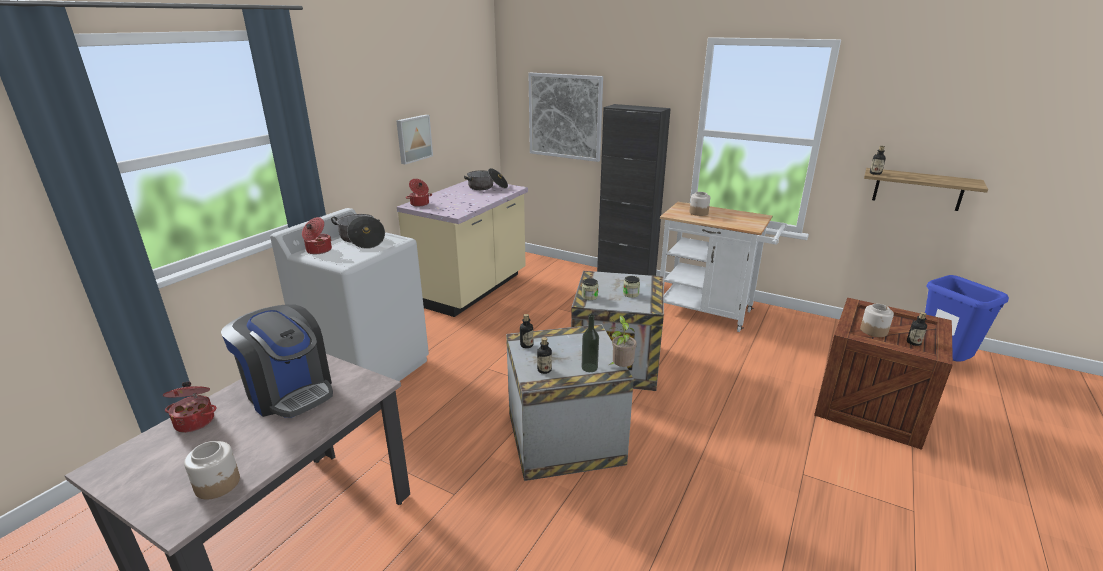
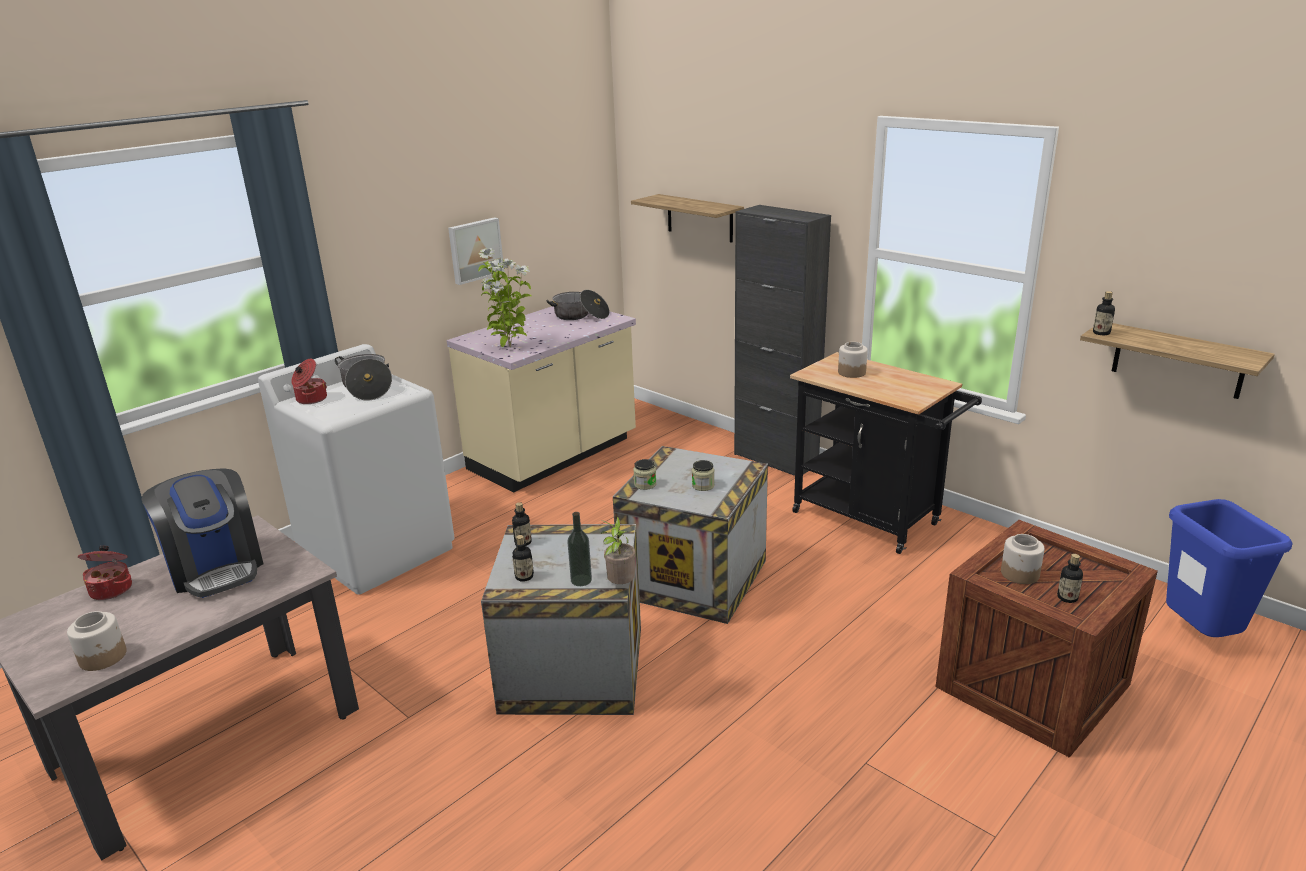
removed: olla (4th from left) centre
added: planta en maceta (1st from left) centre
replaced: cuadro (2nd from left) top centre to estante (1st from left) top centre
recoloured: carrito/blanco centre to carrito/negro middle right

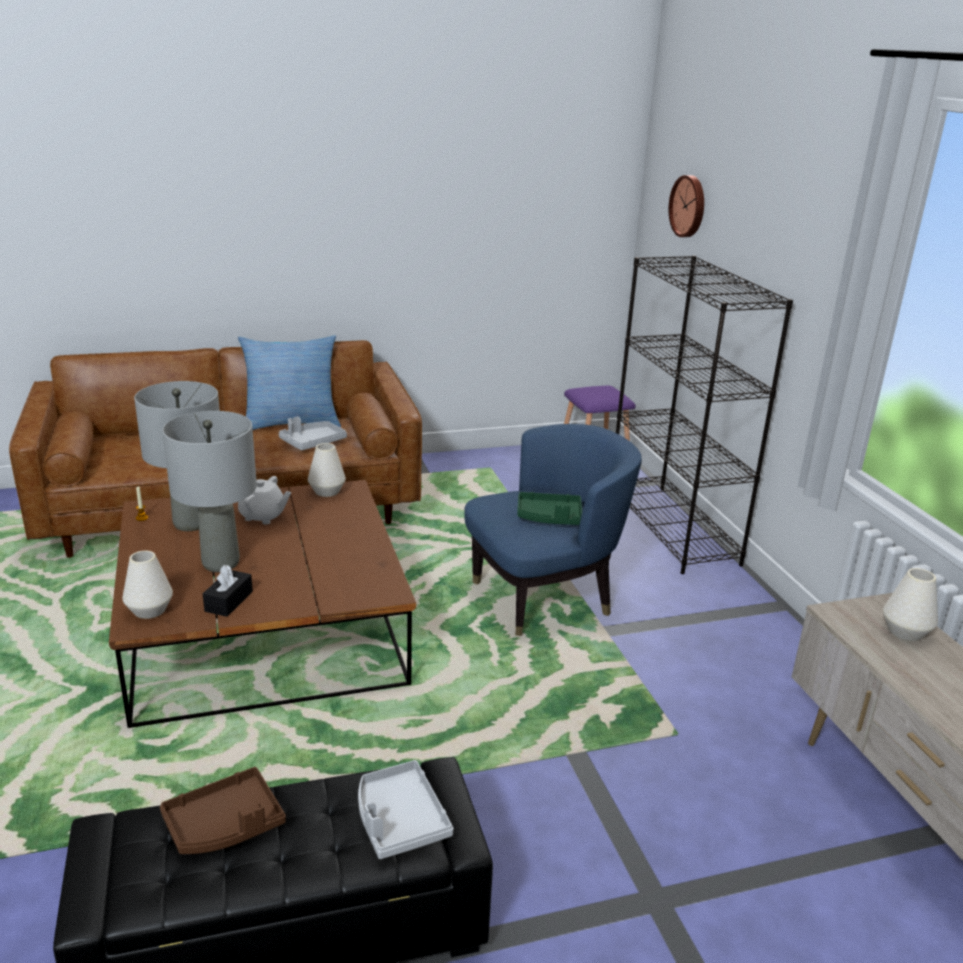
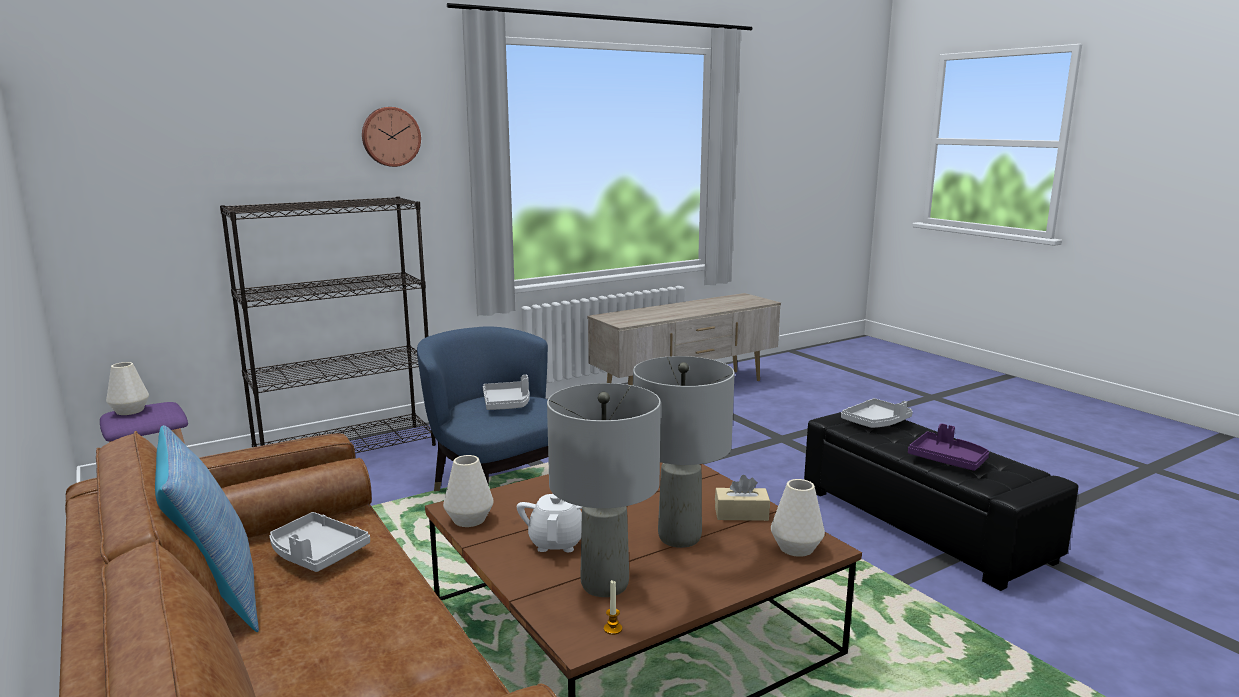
moved: reloj de pared top right to top left; florero/blanco (3rd from left in the first image) middle right to florero/blanco (1st from left) middle left
recoloured: bandeja/marrón bottom left to bandeja/morado middle right; caja de pañuelos/negro middle left to caja de pañuelos/beis bottom centre; bandeja/verde centre to bandeja/gris (2nd from left) centre

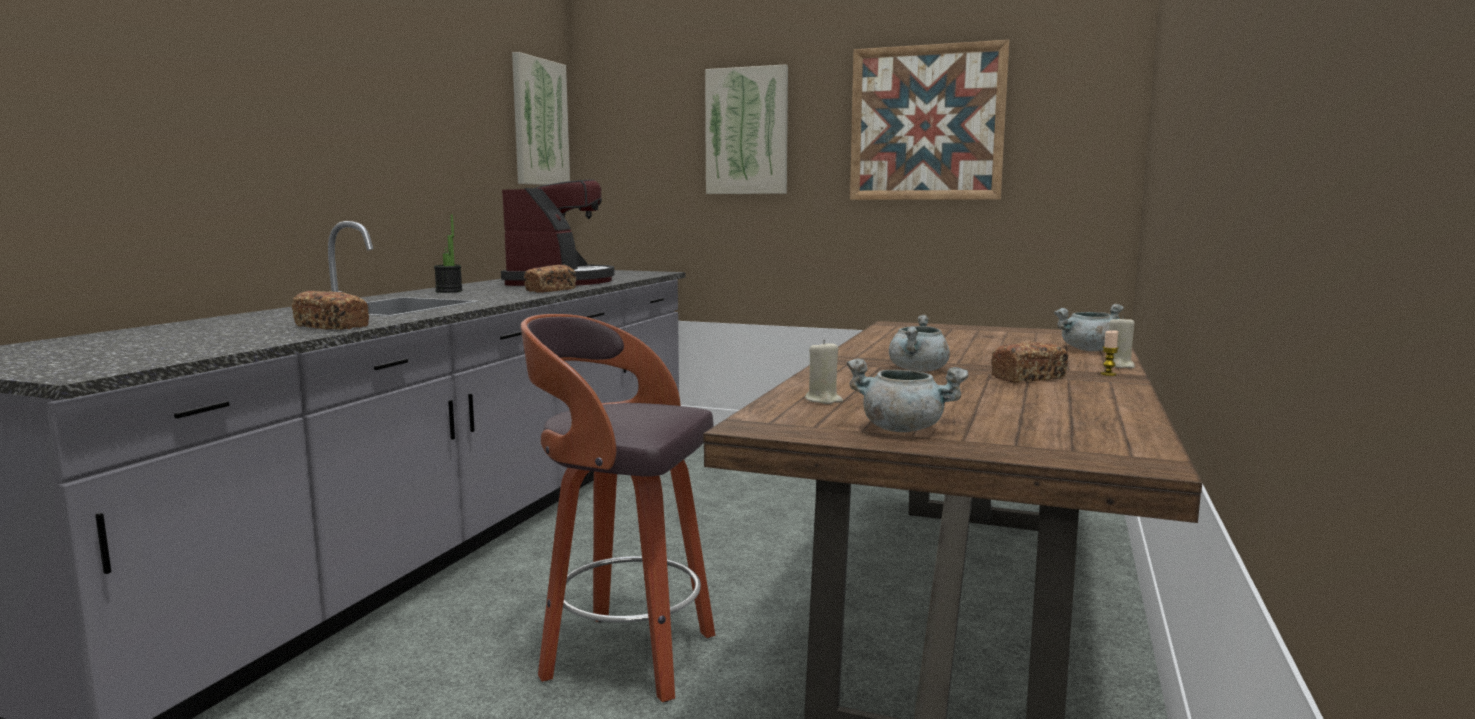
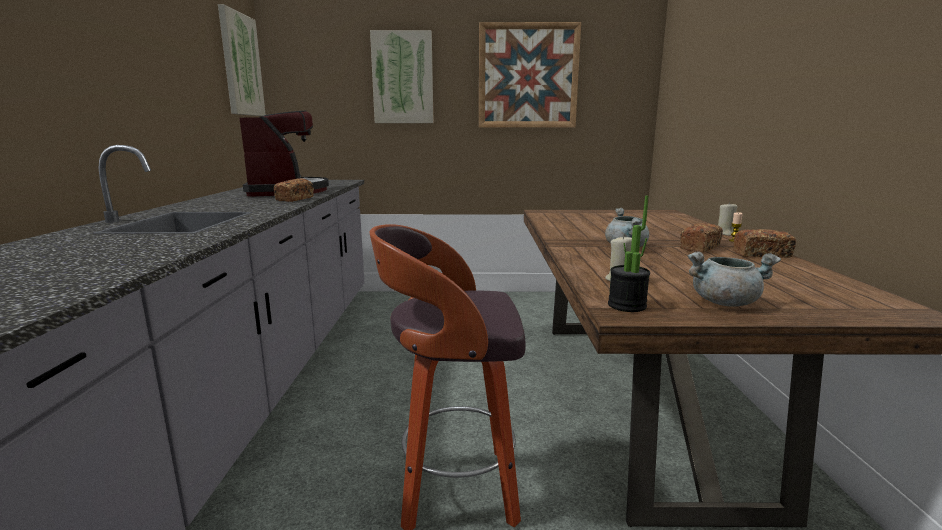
removed: olla/gris (3rd from left) middle right
moved: pan (1st from left in the first image) middle left to pan (3rd from left) middle right; planta en maceta middle left to middle right

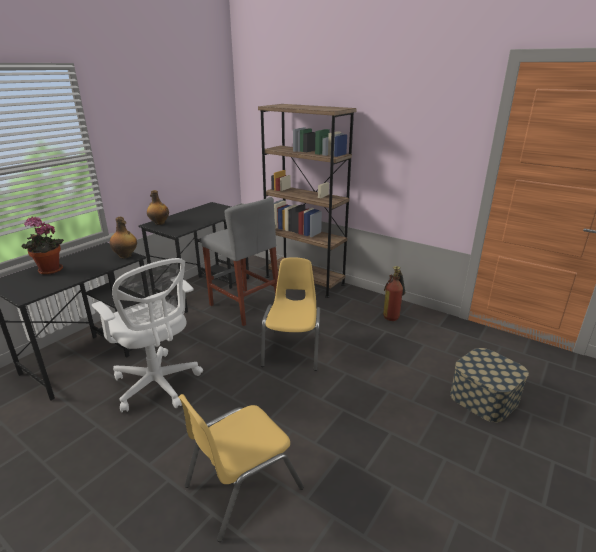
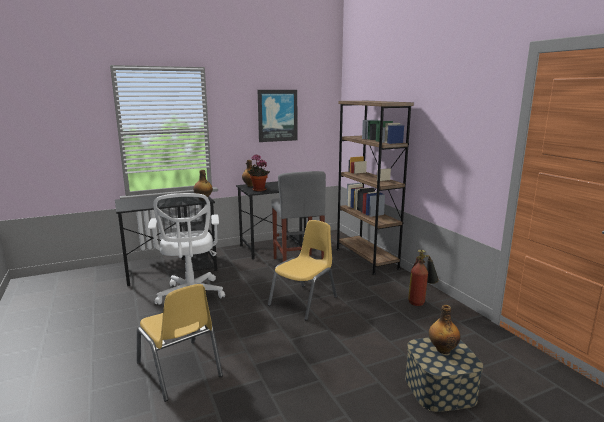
added: cuadro top centre; botella (3rd from left) bottom right
moved: planta en maceta middle left to centre
turned: silla/amarillo (1st from left) bottom centre = bottom left 120 degrees counterclockwise

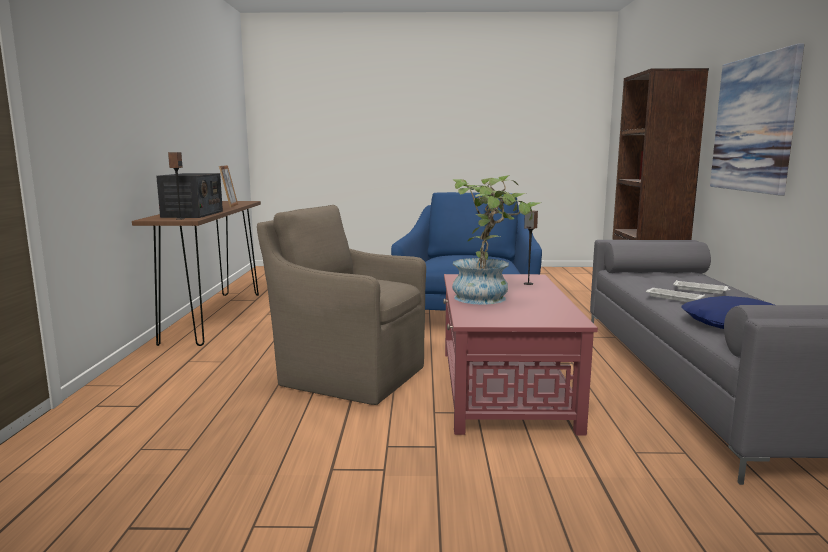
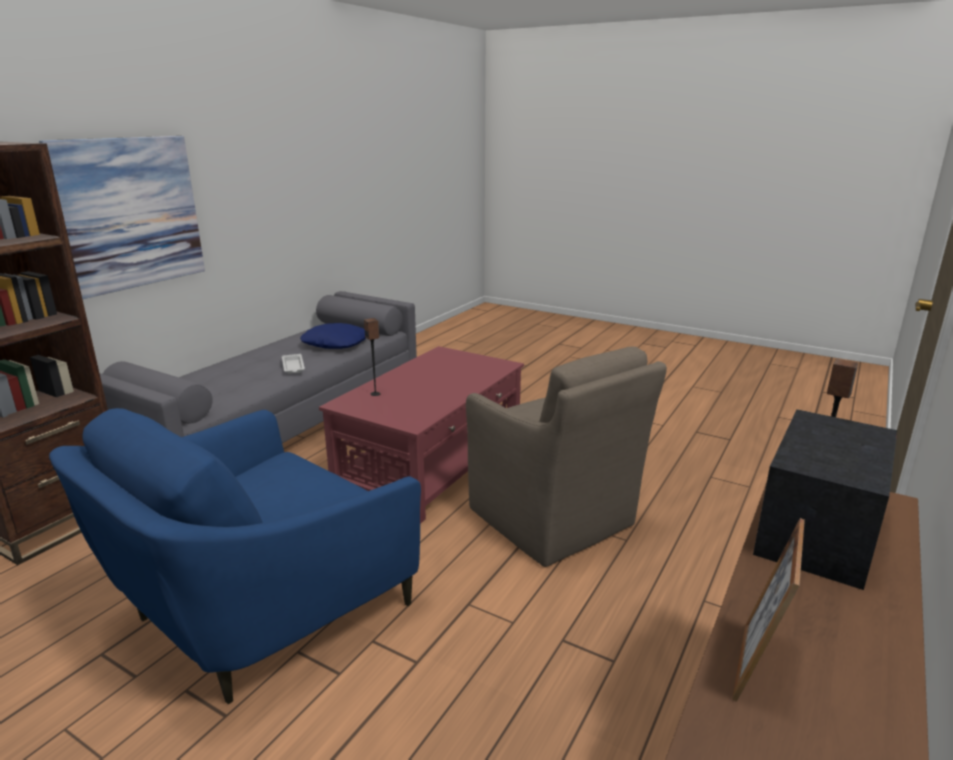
removed: planta en maceta centre; bandeja/blanco (2nd from left) middle right

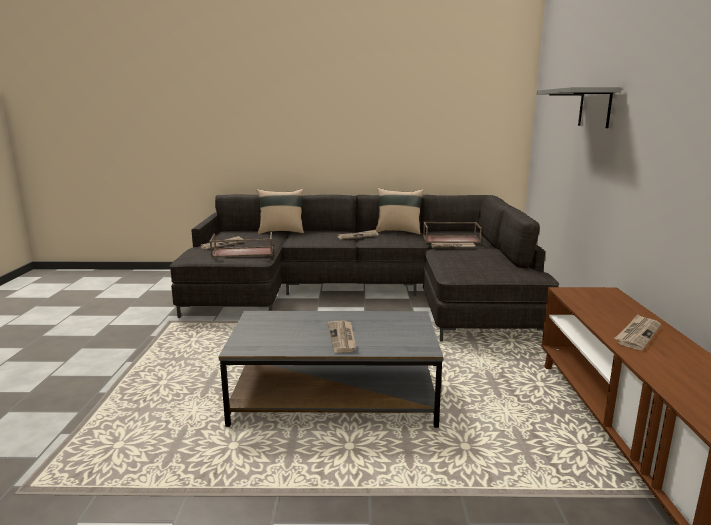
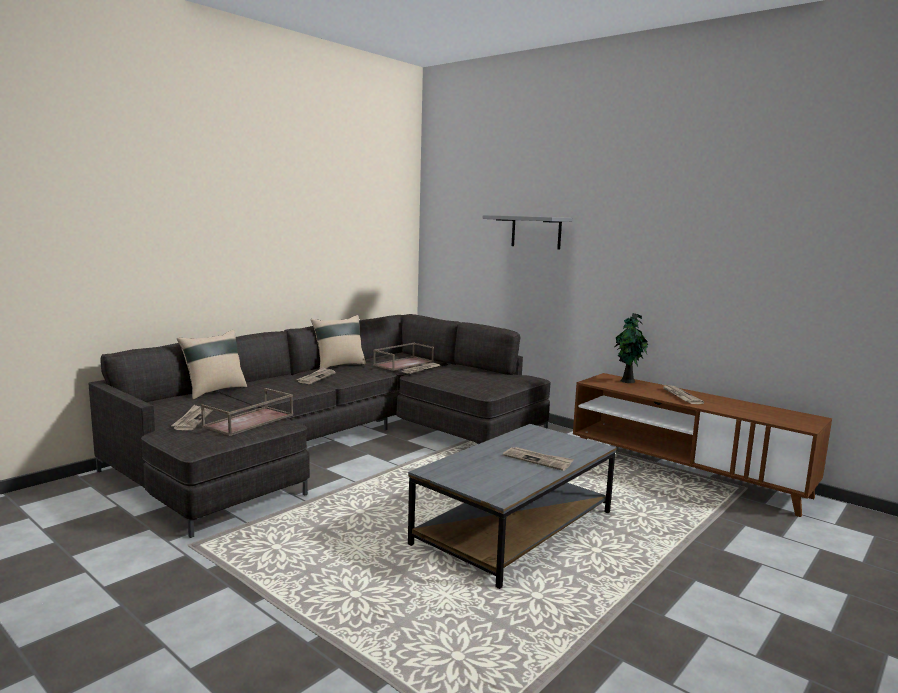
added: planta en maceta middle right

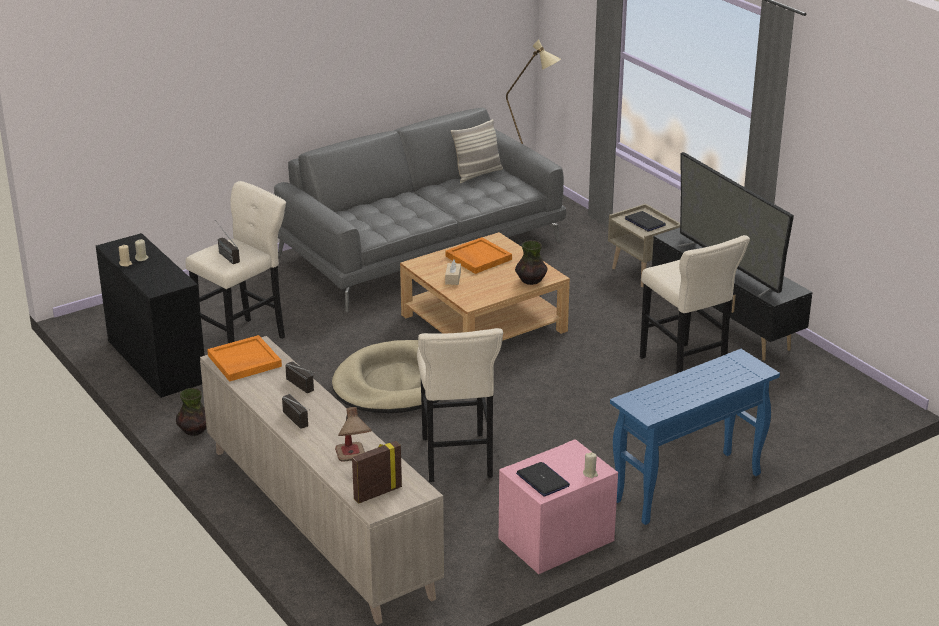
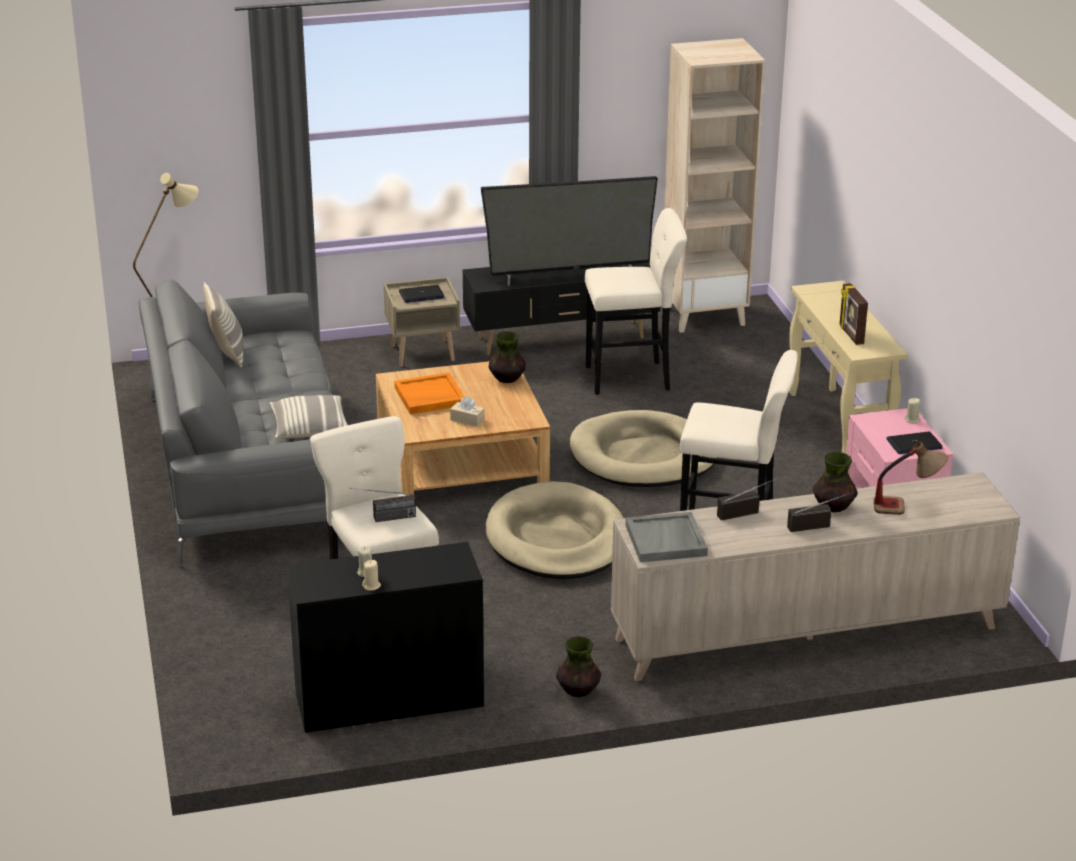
added: cojín (2nd from left) middle left; cama para perro/beis (2nd from left) centre; estantería/beis top centre; florero (3rd from left) middle right
moved: portarretratos bottom centre to middle right
recoloured: bandeja/naranja (1st from left) middle left to bandeja/gris centre; mesa consola/azul bottom right to mesa consola/beis middle right

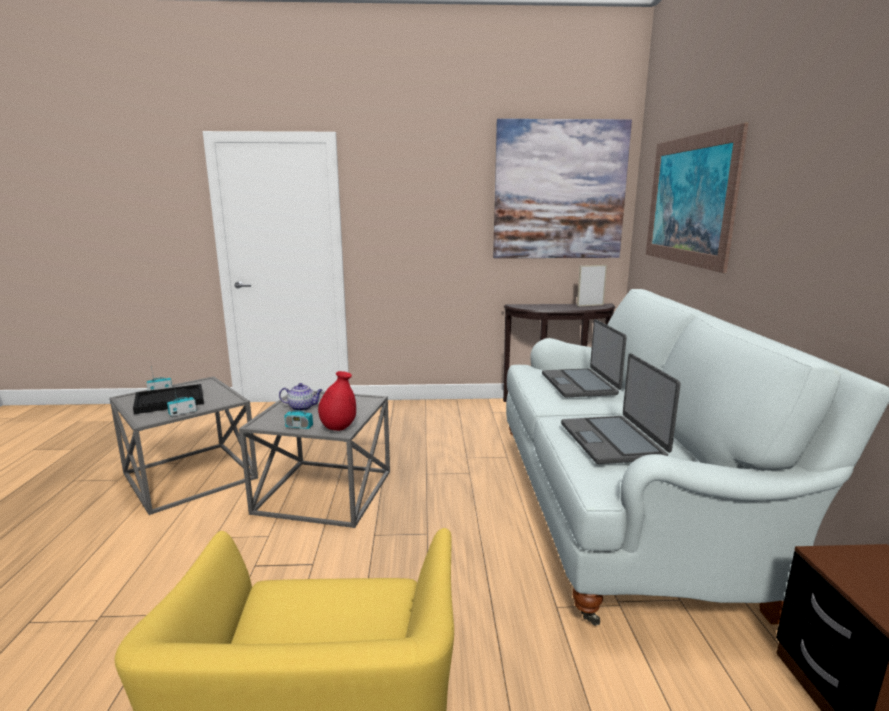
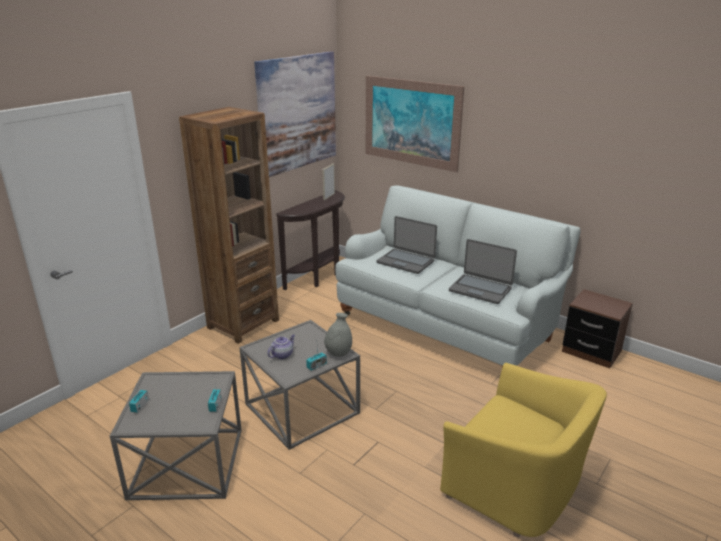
removed: bandeja/negro middle left
added: estantería/marrón middle left
recoloured: florero/rojo centre to florero/gris centre

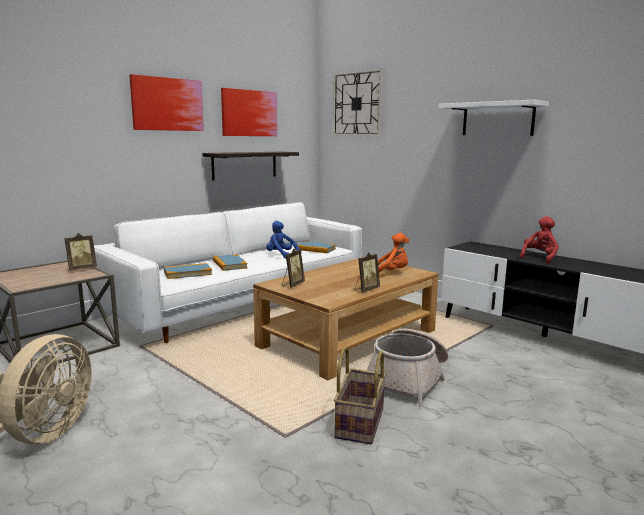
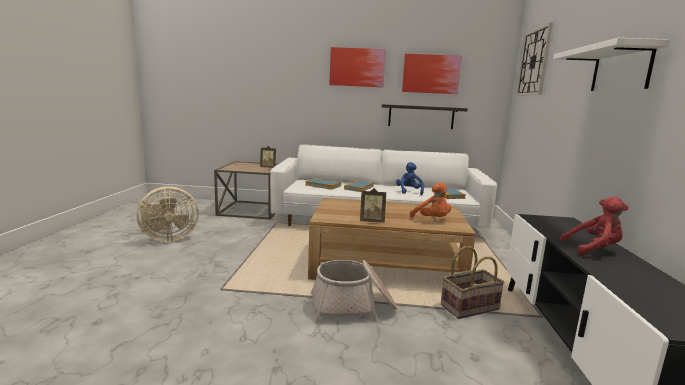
removed: portarretratos (2nd from left) centre
moved: cesta (1st from left in the first image) bottom centre to cesta (2nd from left) bottom right

